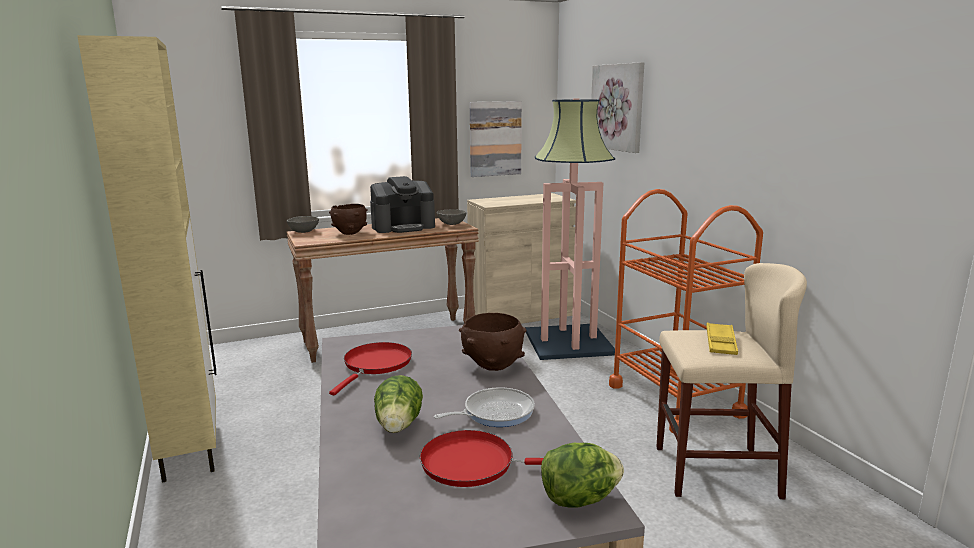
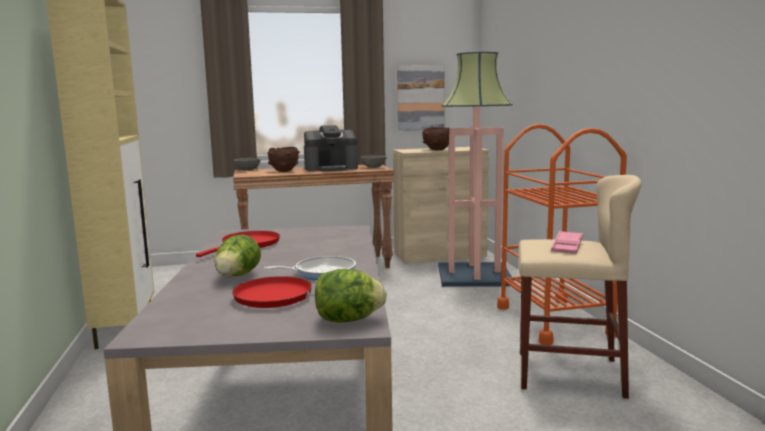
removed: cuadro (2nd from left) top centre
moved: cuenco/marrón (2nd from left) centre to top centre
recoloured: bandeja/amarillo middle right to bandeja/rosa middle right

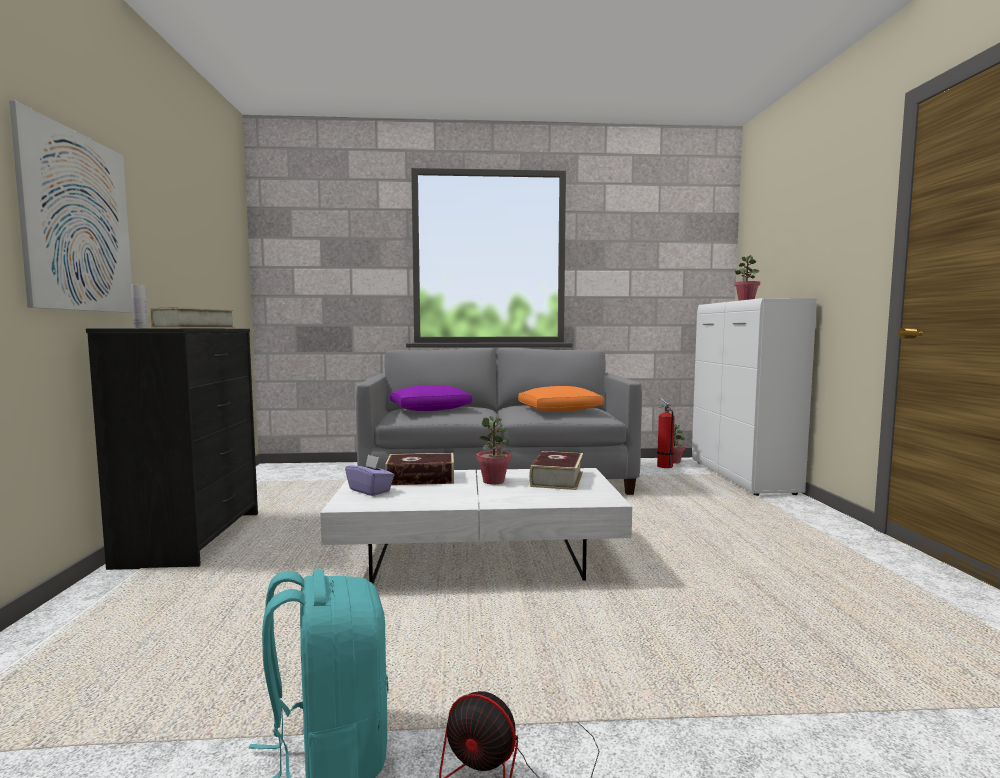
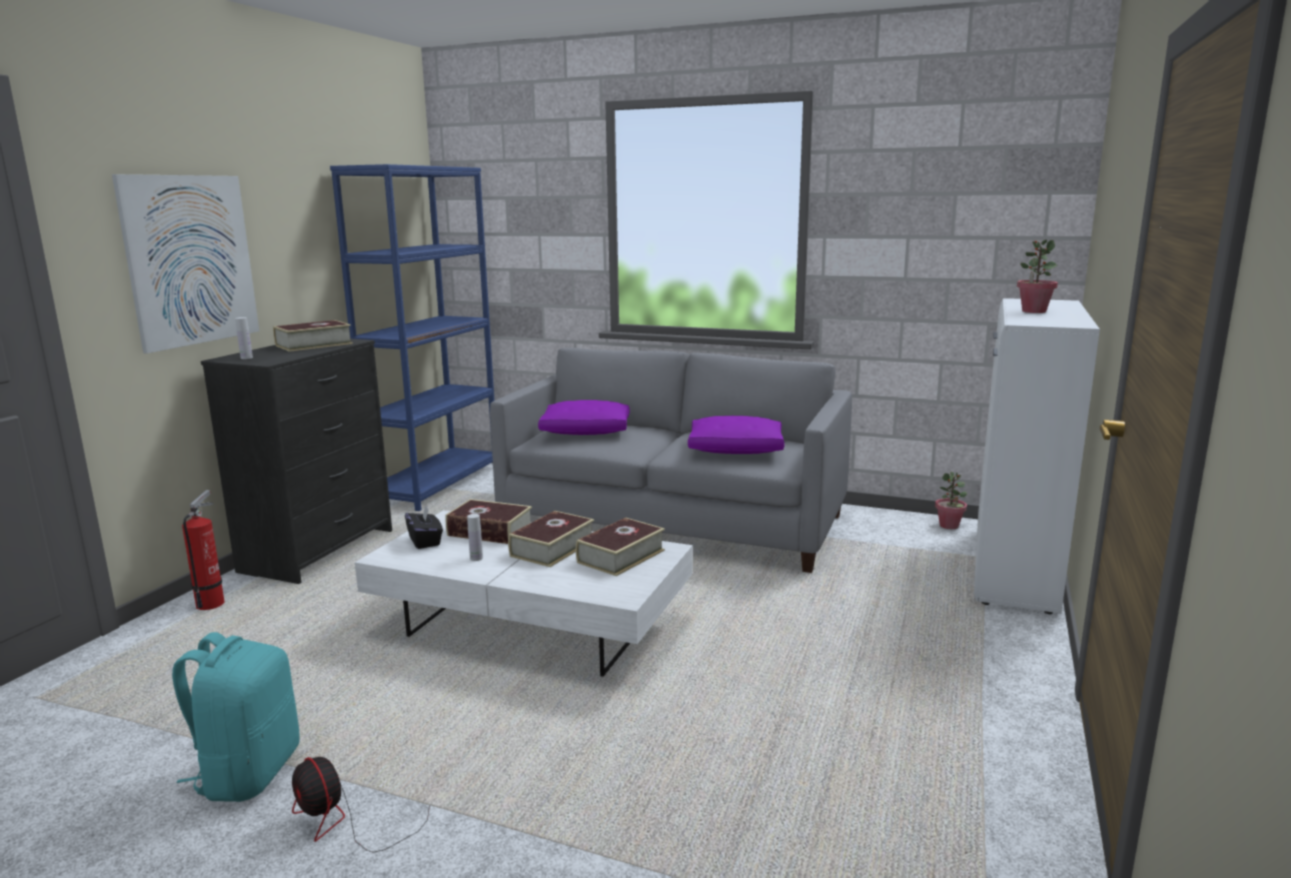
added: estantería/azul middle left; botella/blanco (2nd from left) centre
moved: extintor centre to middle left
replaced: planta en maceta (1st from left) centre to libro (3rd from left) centre
recoloured: caja de pañuelos/morado centre to caja de pañuelos/negro middle left; cojín/naranja centre to cojín/morado (2nd from left) centre

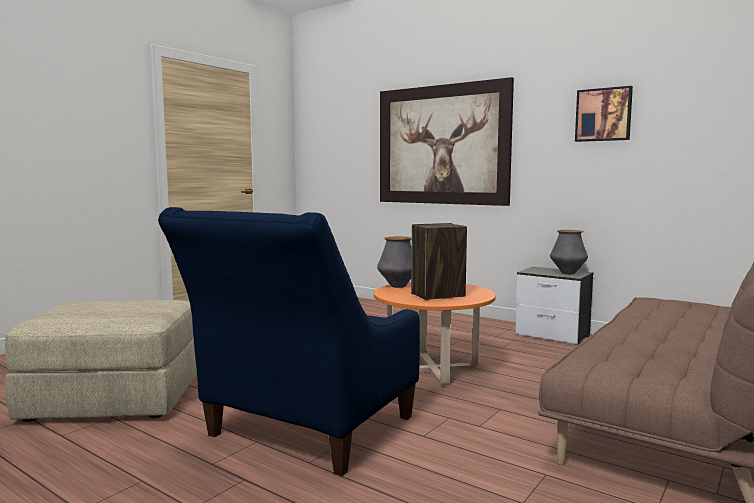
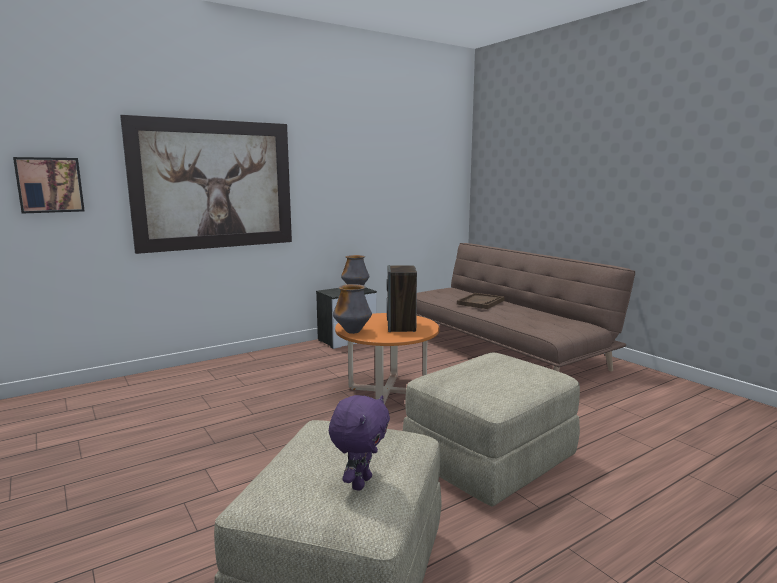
added: peluche/morado bottom centre; bandeja/marrón centre
moved: cuadro (2nd from left in the first image) top right to cuadro (1st from left) top left
replaced: sillón/azul bottom centre to puf/beis (2nd from left) bottom centre

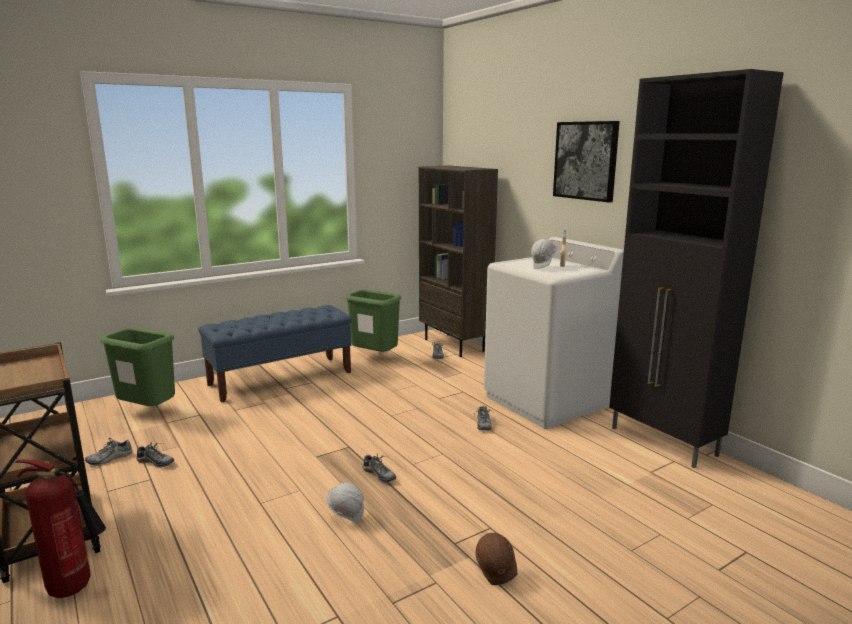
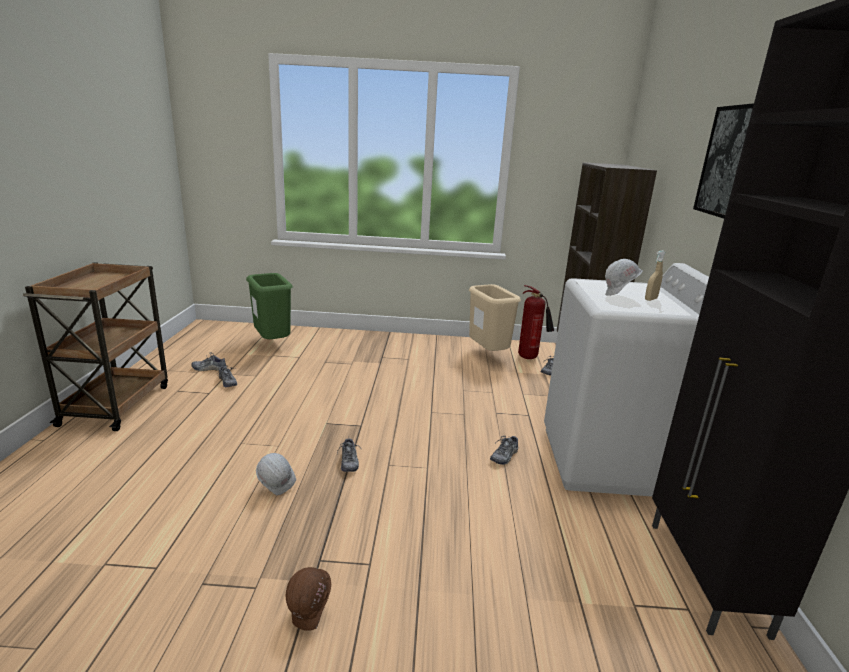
removed: banco/azul middle left
moved: extintor bottom left to centre
recoloured: papelera/verde (2nd from left) centre to papelera/beis centre

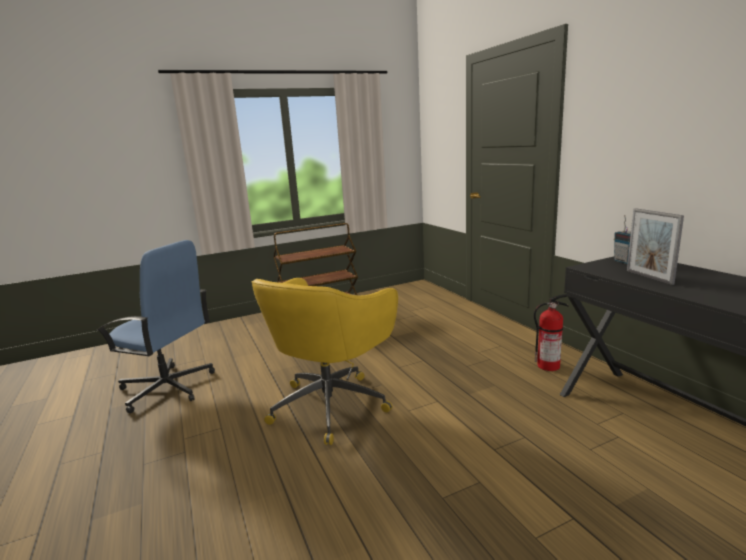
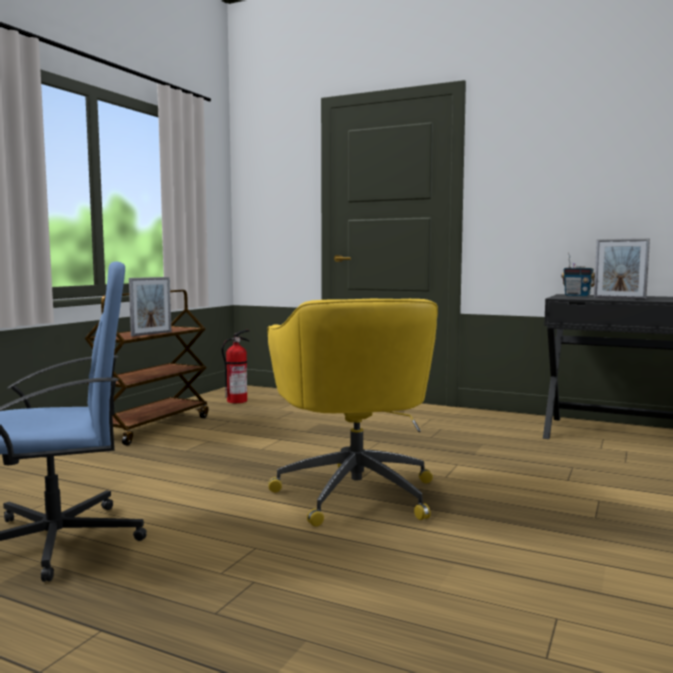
added: portarretratos (1st from left) middle left
moved: extintor middle right to centre

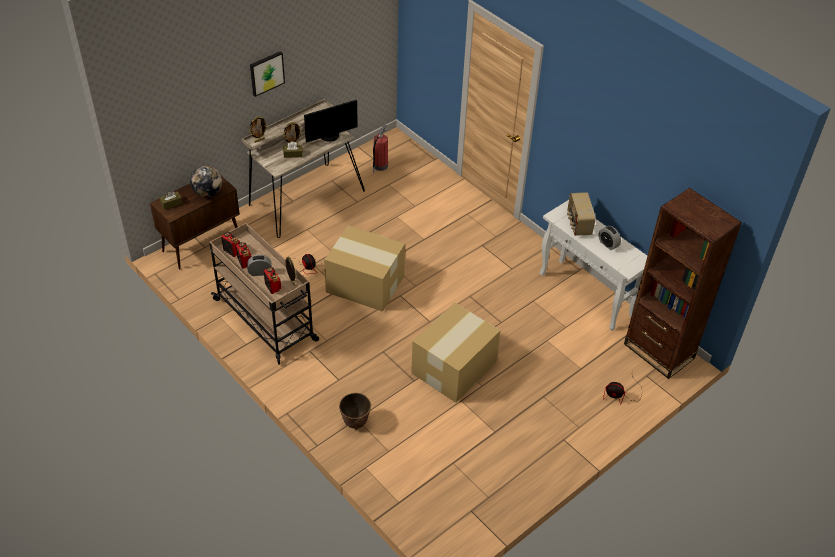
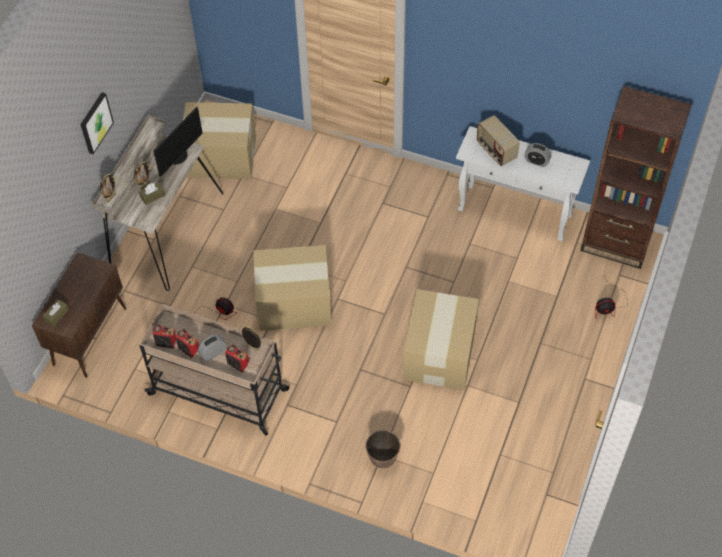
removed: globo terráqueo top left
replaced: extintor top centre to caja de cartón (1st from left) top left

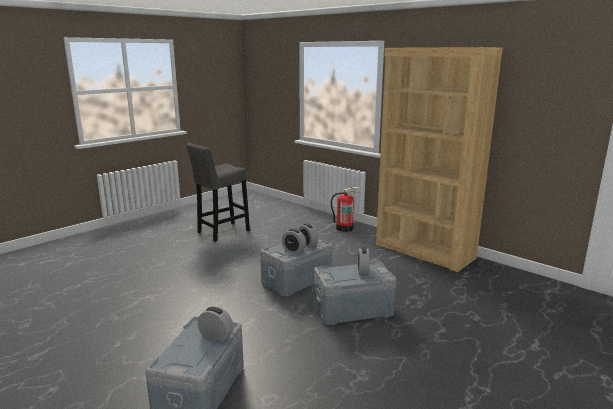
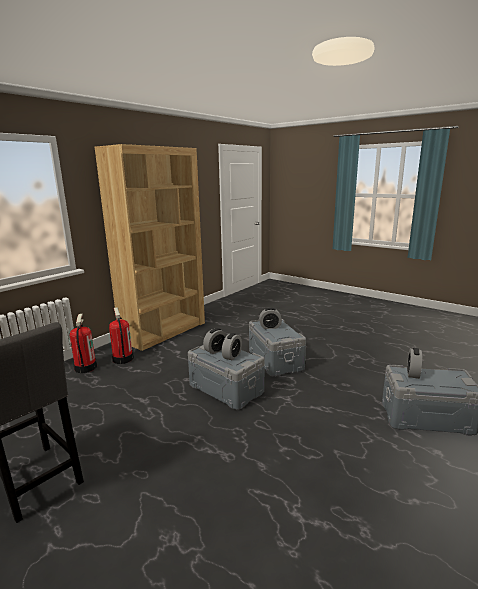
added: extintor (2nd from left) middle left

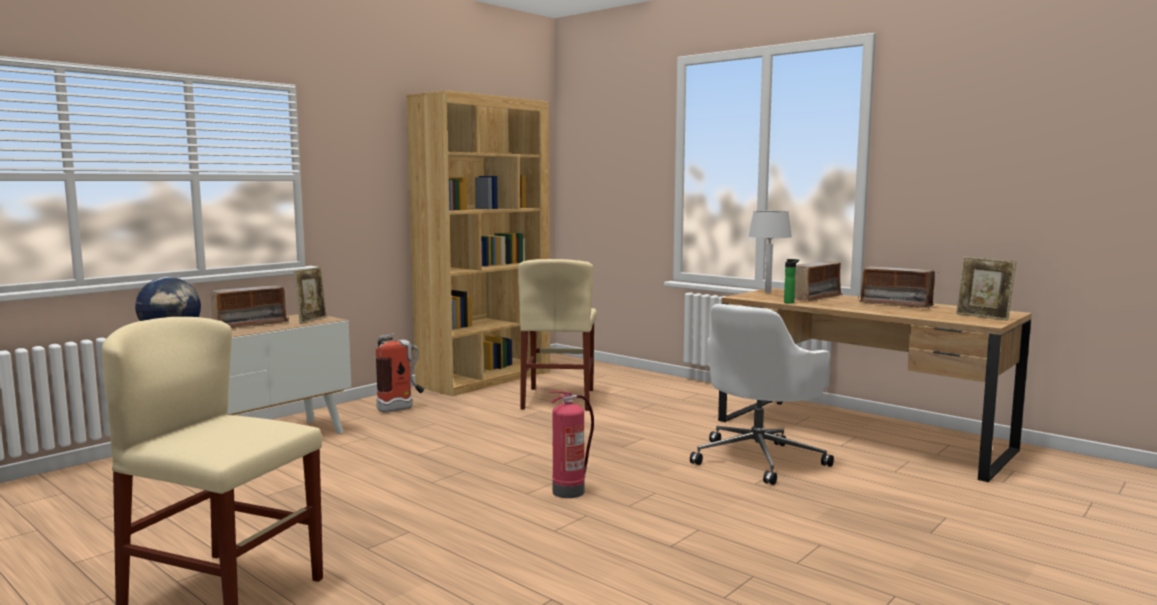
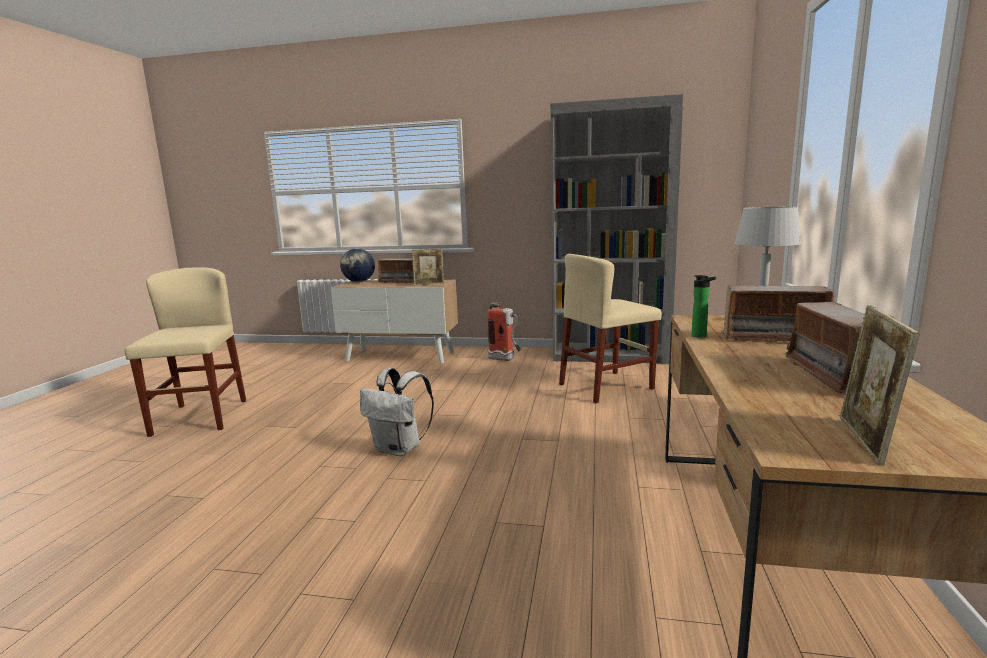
removed: silla de oficina/blanco centre
replaced: extintor (2nd from left) bottom centre to mochila/blanco centre
recoloured: estantería/marrón centre to estantería/gris centre

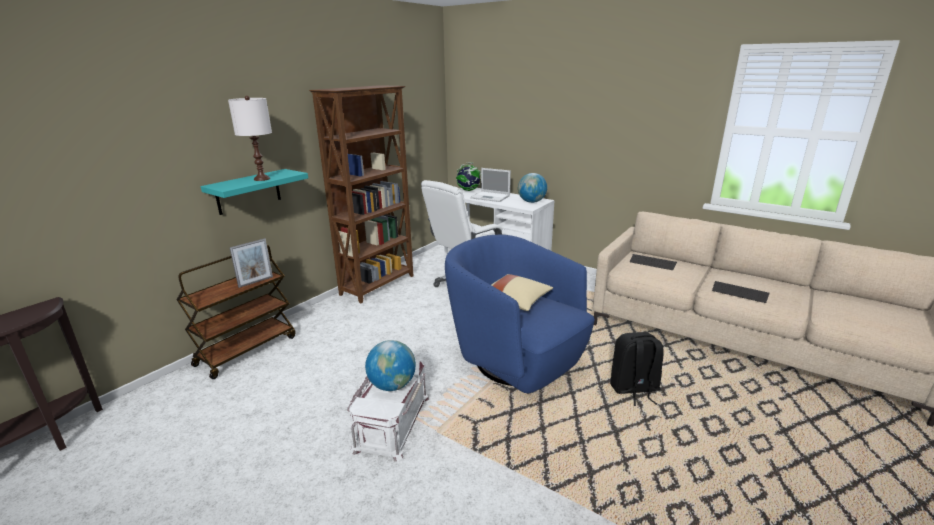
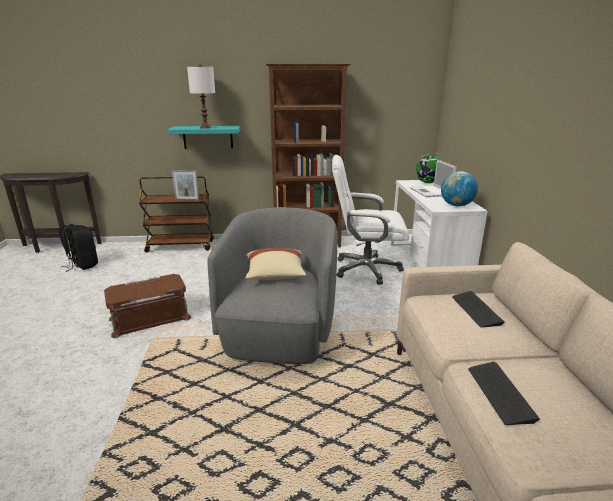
removed: globo terráqueo (1st from left) bottom centre
moved: mochila/negro bottom right to middle left
recoloured: caja de almacenaje/blanco bottom centre to caja de almacenaje/marrón middle left; sillón/azul centre to sillón/gris centre

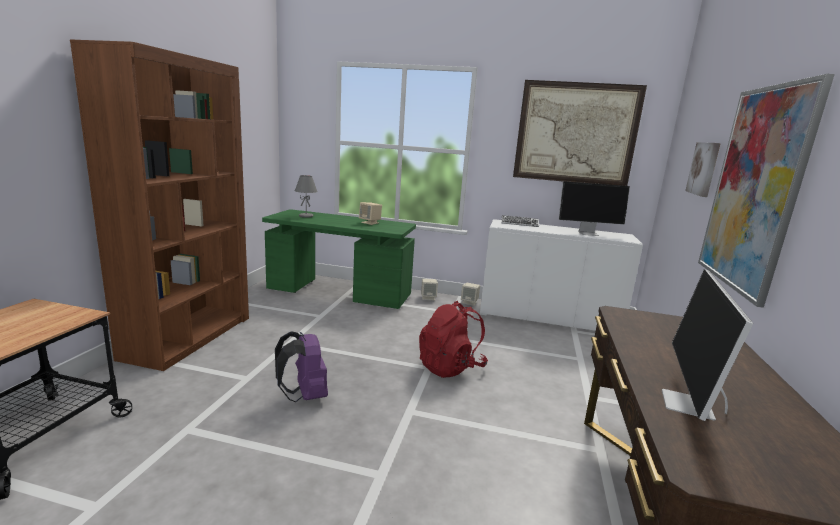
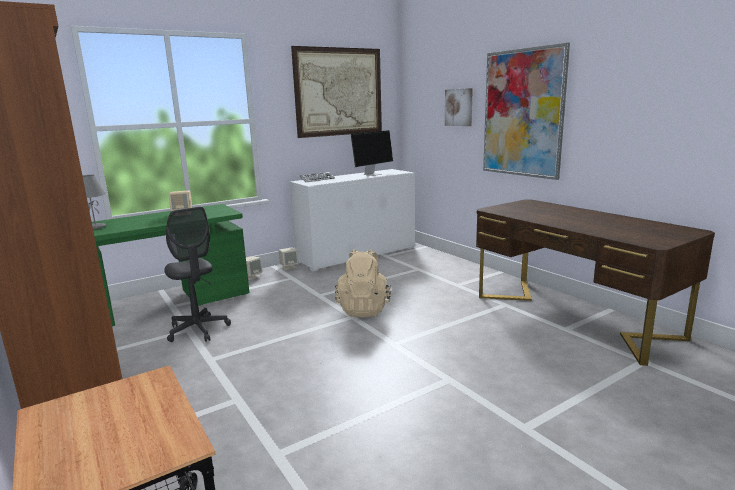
removed: mochila/morado bottom centre; monitor (2nd from left) middle right
added: silla de oficina/gris middle left
recoloured: mochila/rojo centre to mochila/beis centre

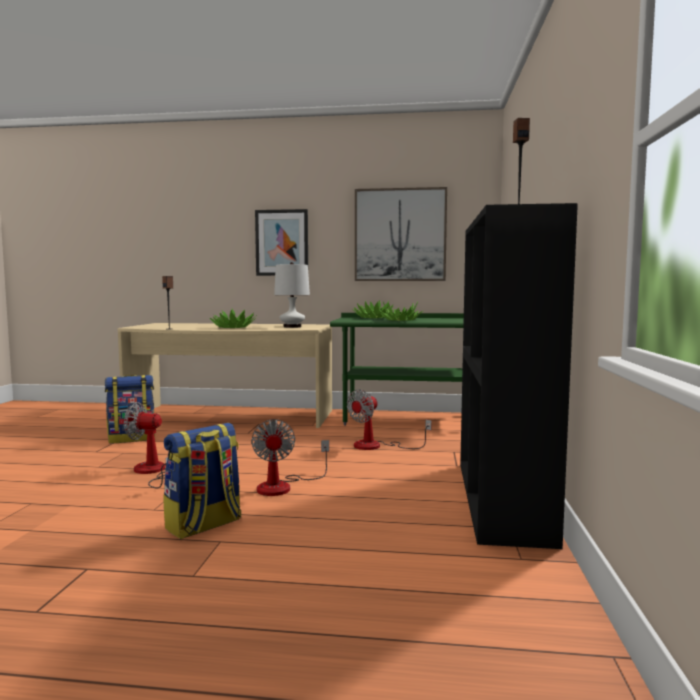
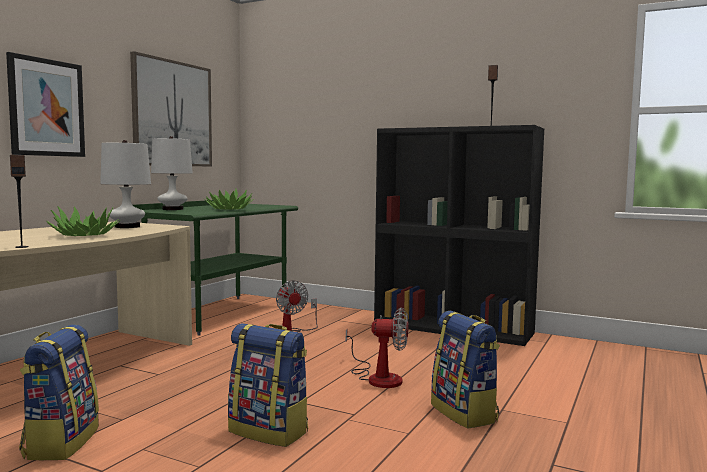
replaced: ventilador (1st from left) middle left to mochila (2nd from left) bottom centre; planta en maceta (2nd from left) centre to lámpara de mesa/blanco (2nd from left) middle left

